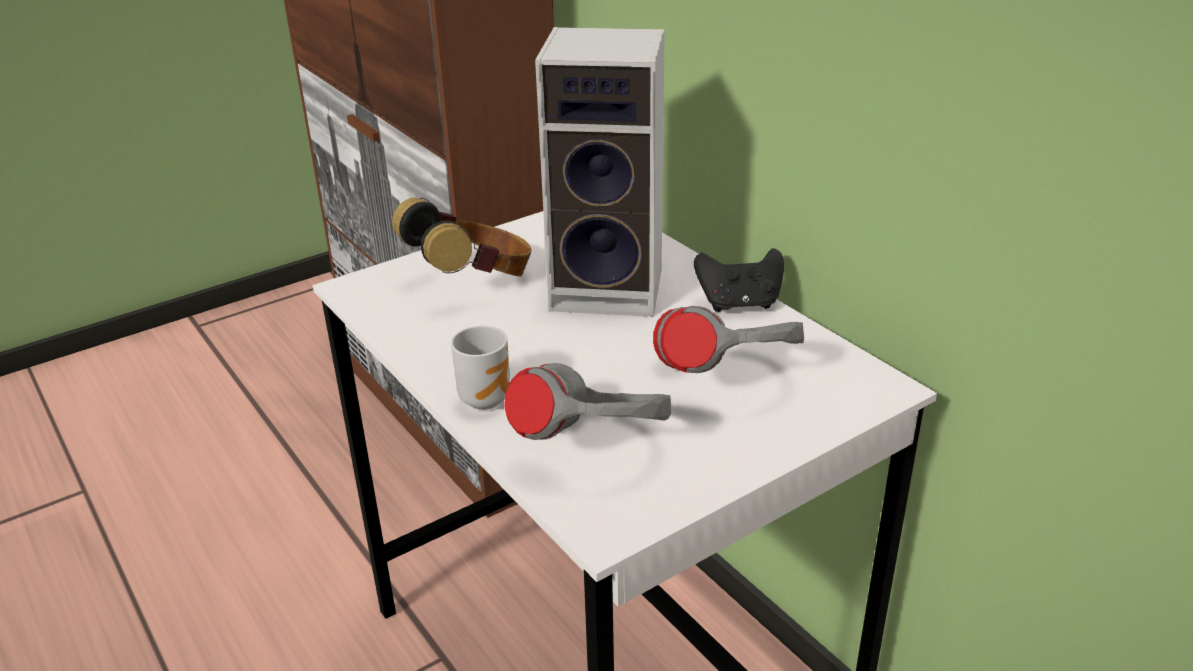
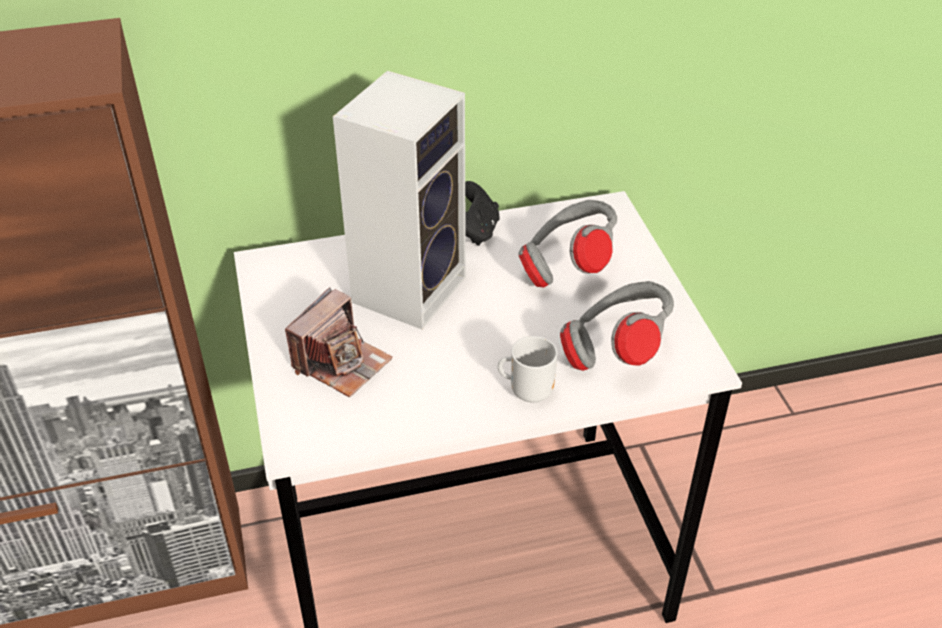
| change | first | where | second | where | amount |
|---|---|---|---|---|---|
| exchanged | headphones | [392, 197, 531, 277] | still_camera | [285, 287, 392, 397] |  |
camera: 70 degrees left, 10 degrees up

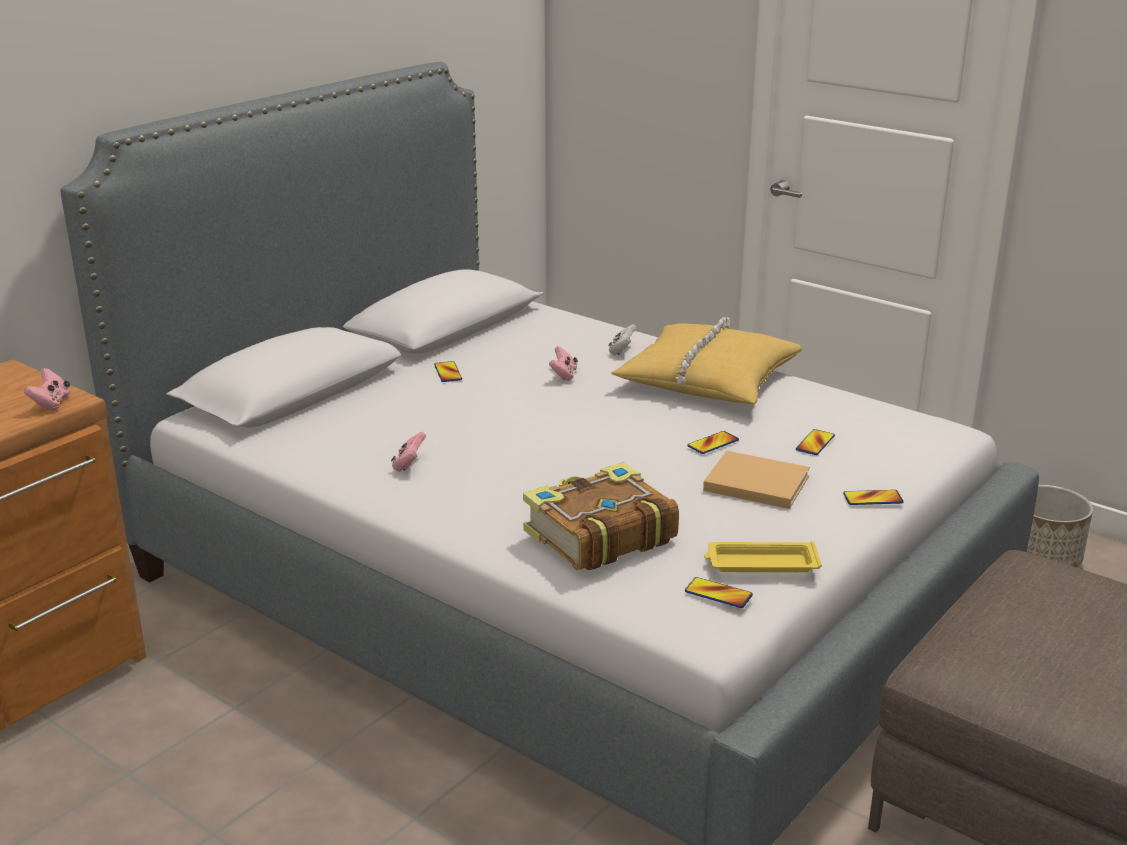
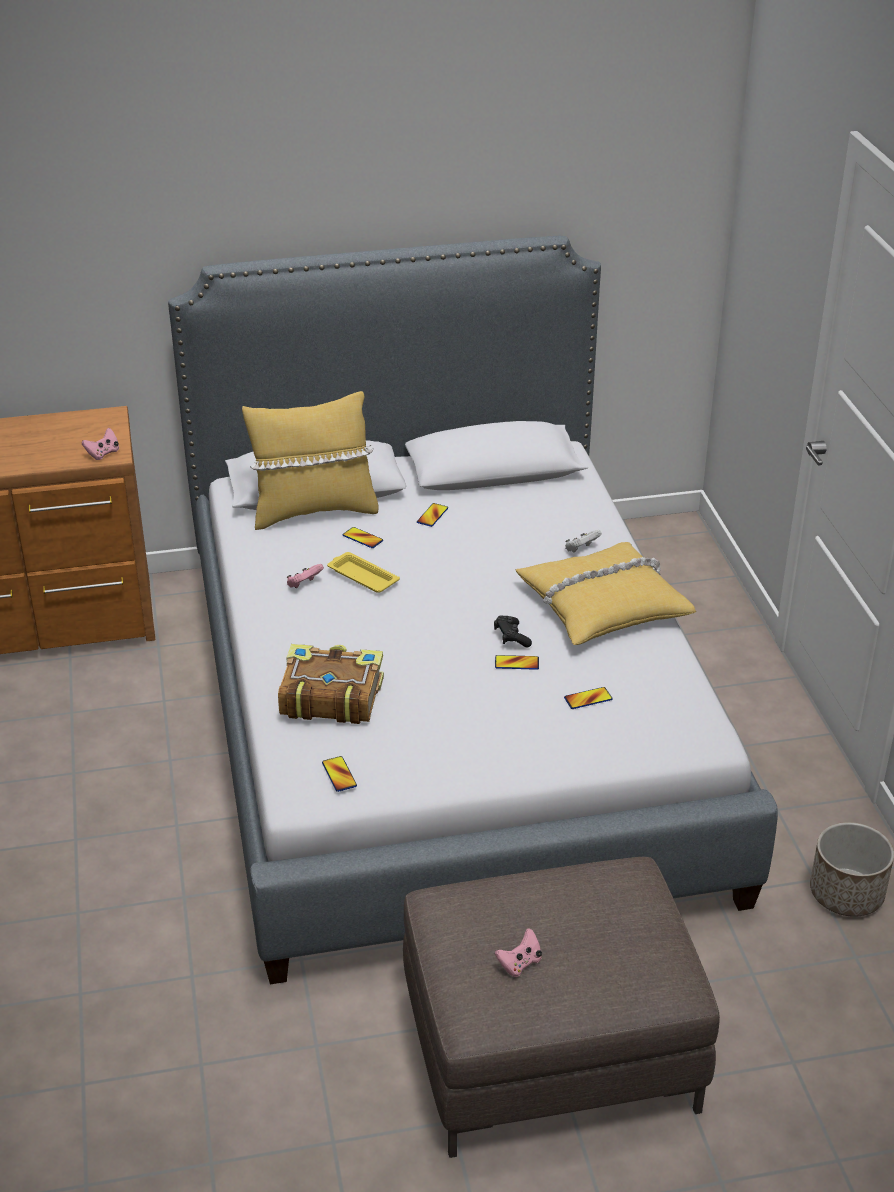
| change | first | where | second | where | amount |
|---|---|---|---|---|---|
| missing | sand-coloured_bound_book | [703, 451, 810, 509] |  |  |  |
| appeared |  |  | yellow-coloured_throw_pillow | [242, 391, 379, 530] |  |
| appeared |  |  | black_joypad | [494, 615, 532, 647] |  |
| relocated | pinkish_joypad | [549, 346, 578, 381] |  | [495, 928, 542, 977] |  |
| relocated | yellow-coloured_carrying_tray | [704, 541, 822, 572] |  | [327, 552, 400, 593] |  |
| relocated | handset | [843, 490, 904, 505] |  | [343, 527, 383, 548] |  |
camera: 40 degrees right, 10 degrees up

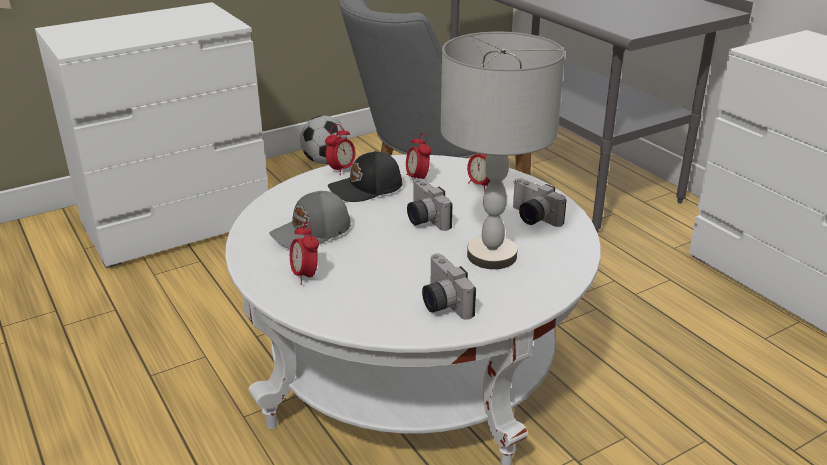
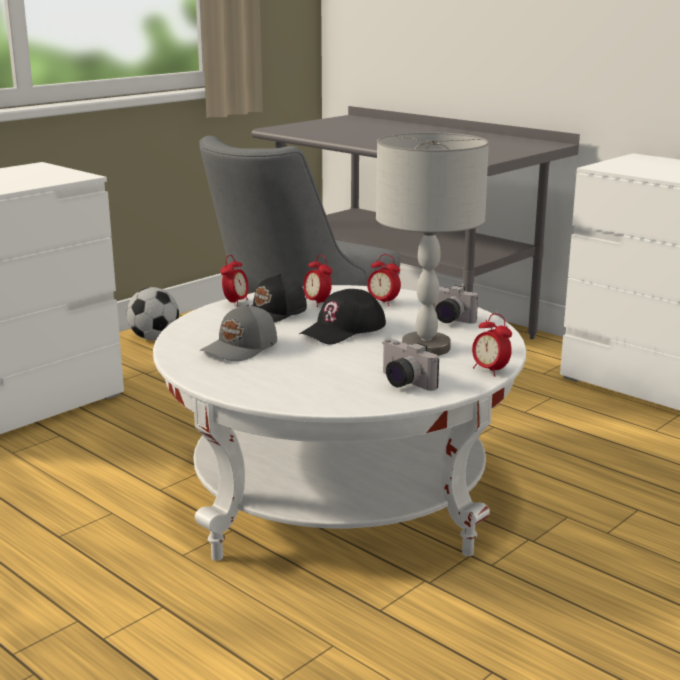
| change | first | where | second | where | amount |
|---|---|---|---|---|---|
| relocated | alarm_clock | [290, 222, 319, 285] |  | [472, 313, 512, 376] |  |
| exchanged | still_camera | [407, 178, 452, 231] | black_cap | [299, 289, 386, 345] |  |
camera: 15 degrees left, 10 degrees down

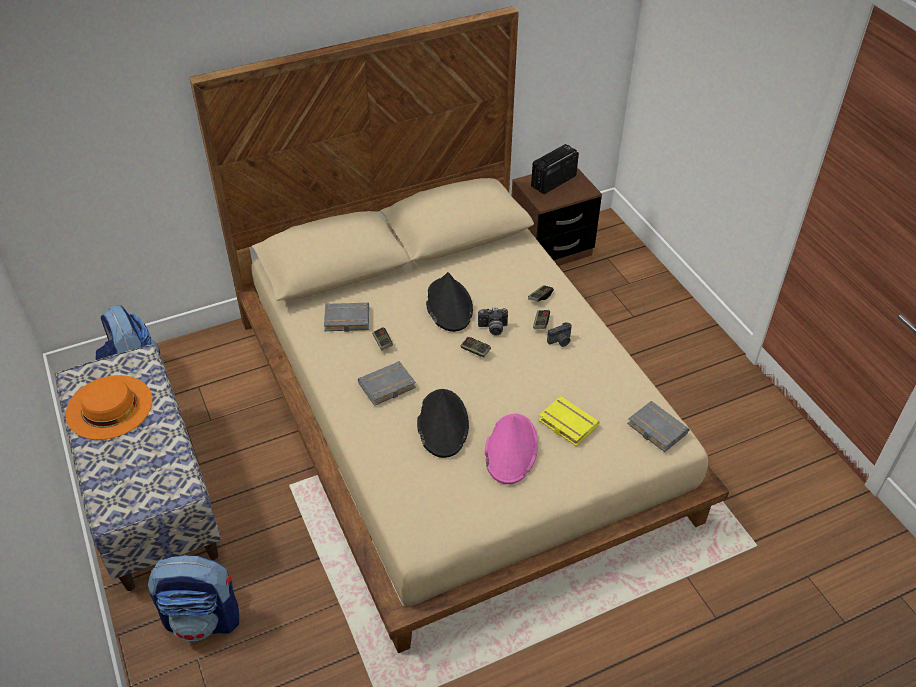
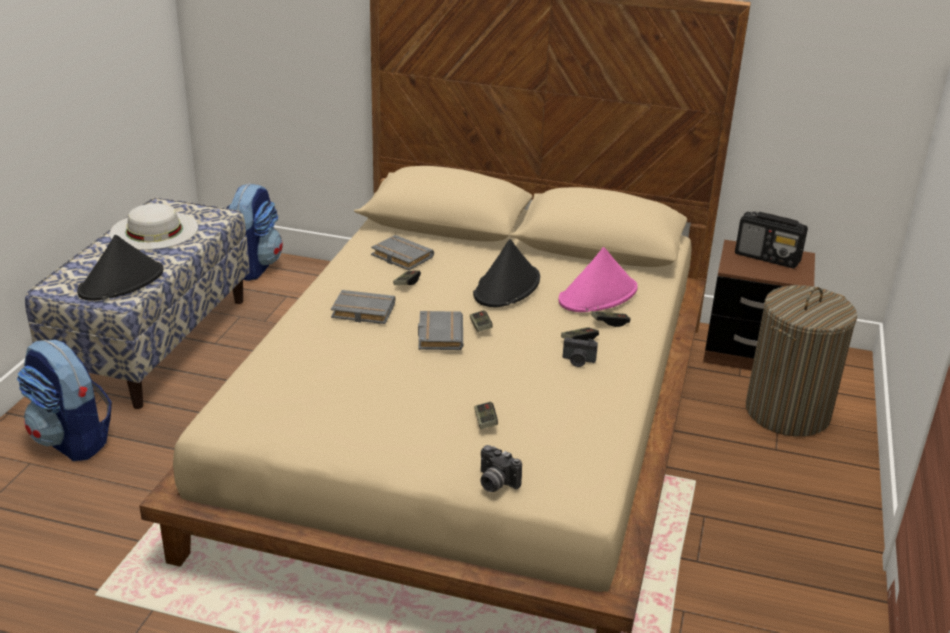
| change | first | where | second | where | amount |
|---|---|---|---|---|---|
| appeared |  |  | hamper | [746, 285, 857, 437] |  |
| relocated | black_wearable_hat | [417, 389, 469, 458] |  | [77, 235, 163, 301] |  |
| relocated | still_camera | [478, 308, 508, 336] |  | [481, 445, 522, 492] |  |
| relocated | pinkish_wearable_hat | [485, 413, 538, 484] |  | [559, 247, 638, 312] |  |
| relocated | greyish_bound_book | [627, 401, 690, 452] |  | [418, 311, 463, 350] |  |
| exchanged | yellow-coloured_bound_book | [538, 396, 600, 446] | joypad | [474, 402, 498, 429] |  |
| colour | orangey_wearable_hat | [65, 375, 152, 440] | white-coloured_wearable_hat | [110, 203, 198, 250] |  |
| spun | radio_receiver | [531, 144, 579, 194] |  | [735, 211, 808, 268] | 150 degrees counterclockwise |
camera: 40 degrees right, 15 degrees down

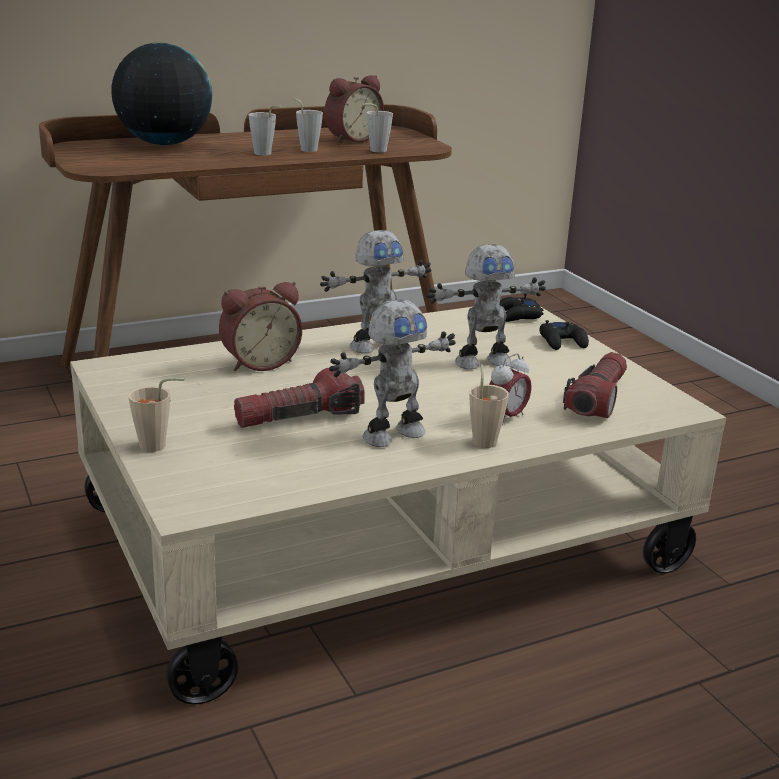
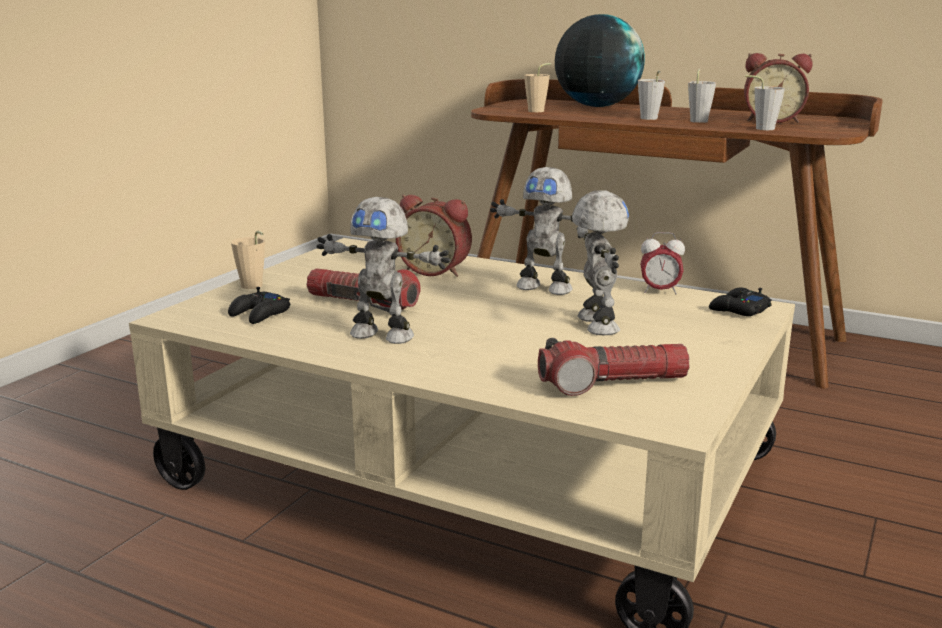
| change | first | where | second | where | amount |
|---|---|---|---|---|---|
| relocated | sand-coloured_cup | [469, 364, 509, 448] |  | [524, 63, 551, 112] |  |
| relocated | alarm_clock | [489, 353, 532, 425] |  | [641, 232, 685, 294] |  |
| relocated | black_joypad | [539, 320, 589, 350] |  | [228, 287, 290, 324] |  |
| spun | model_robot | [426, 244, 546, 370] |  | [572, 191, 629, 335] | 135 degrees counterclockwise |
camera: 55 degrees right, 5 degrees down

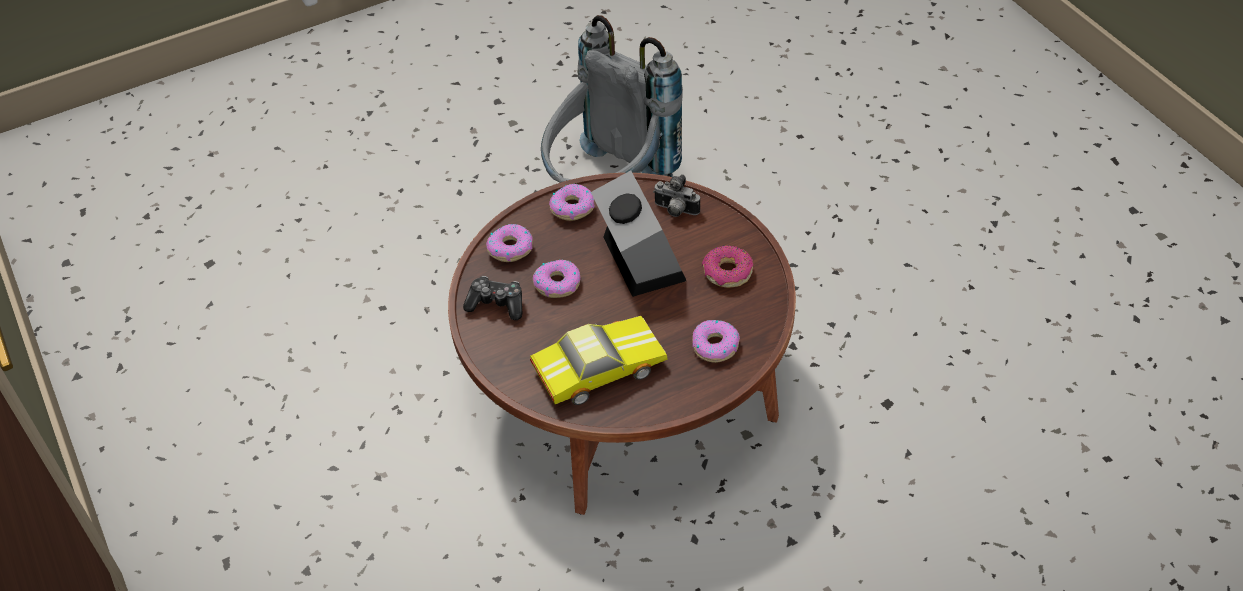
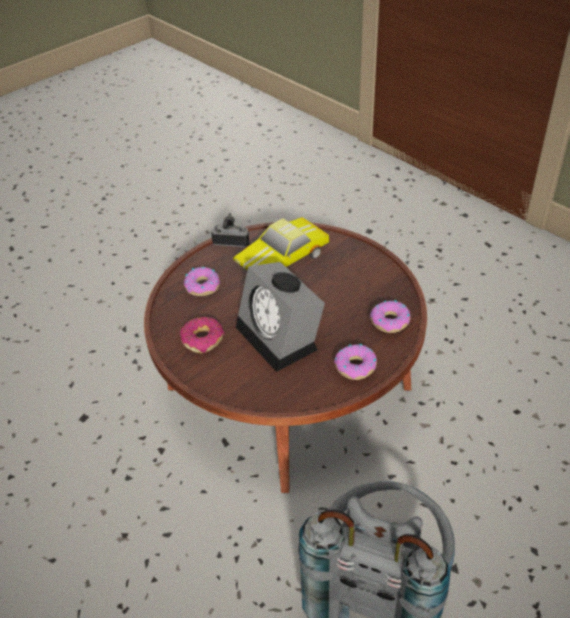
| change | first | where | second | where | amount |
|---|---|---|---|---|---|
| missing | joypad | [463, 276, 522, 320] |  |  |  |
| missing | doughnut | [533, 260, 581, 298] |  |  |  |
| relocated | still_camera | [653, 174, 700, 217] |  | [211, 213, 250, 247] |  |
camera: 165 degrees right, 5 degrees down

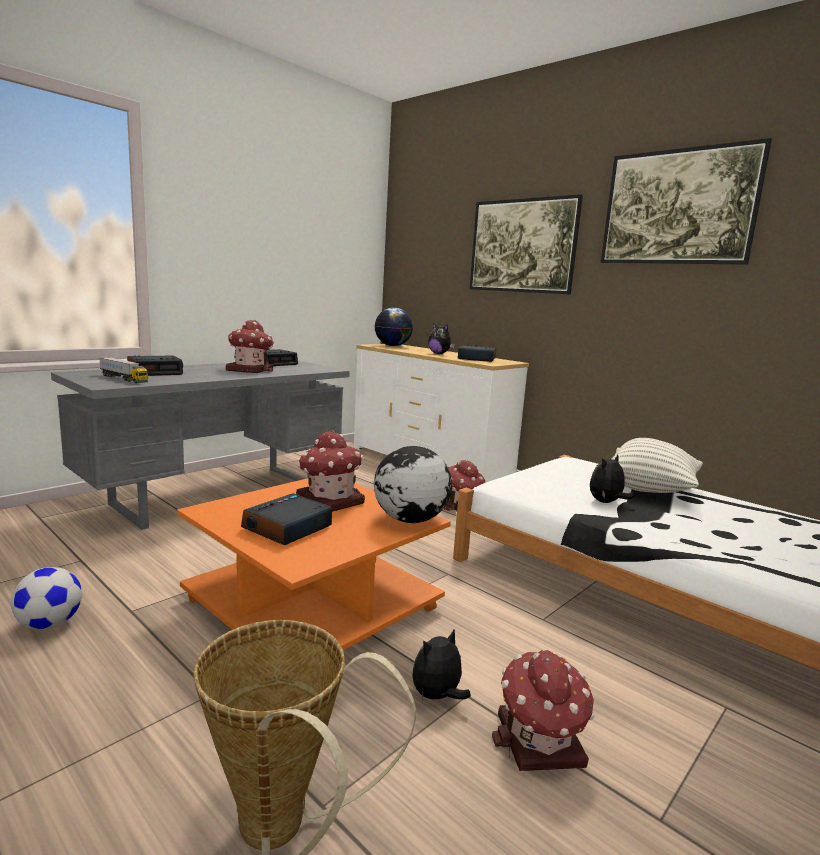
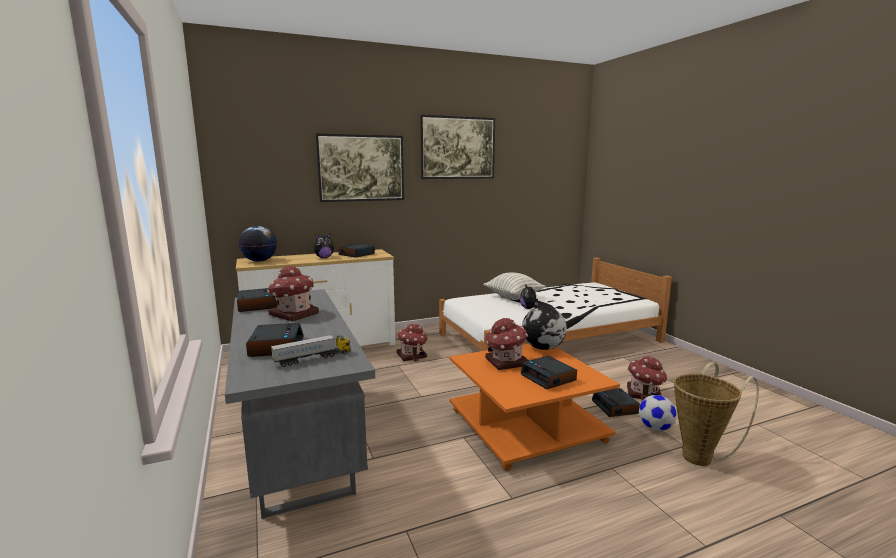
| change | first | where | second | where | amount |
|---|---|---|---|---|---|
| relocated | football_ball | [11, 567, 82, 630] |  | [639, 395, 677, 431] |  |
| exchanged | soft_toy | [412, 629, 471, 699] | alarm_clock | [592, 388, 640, 417] |  |
camera: 65 degrees left, 0 degrees up

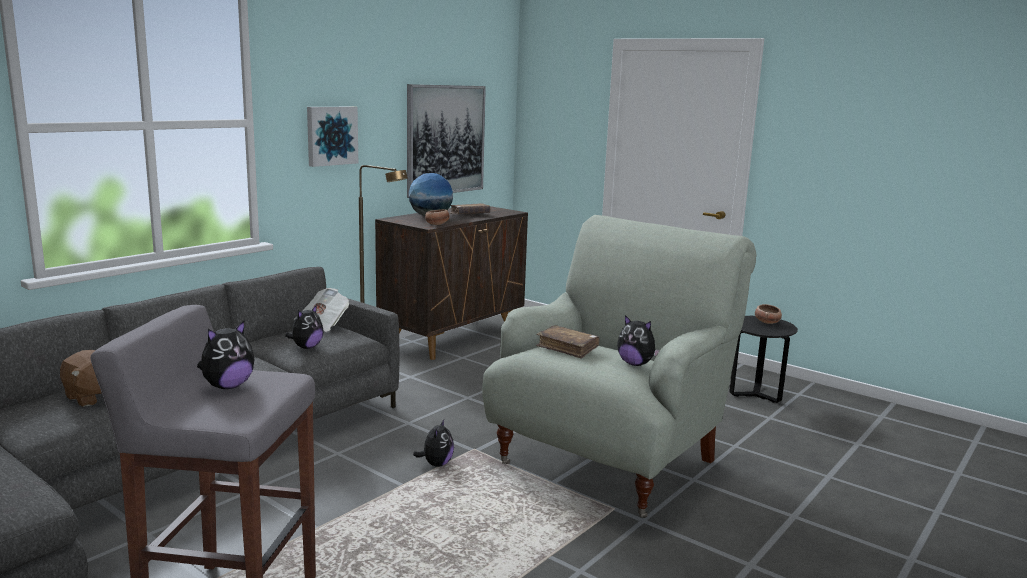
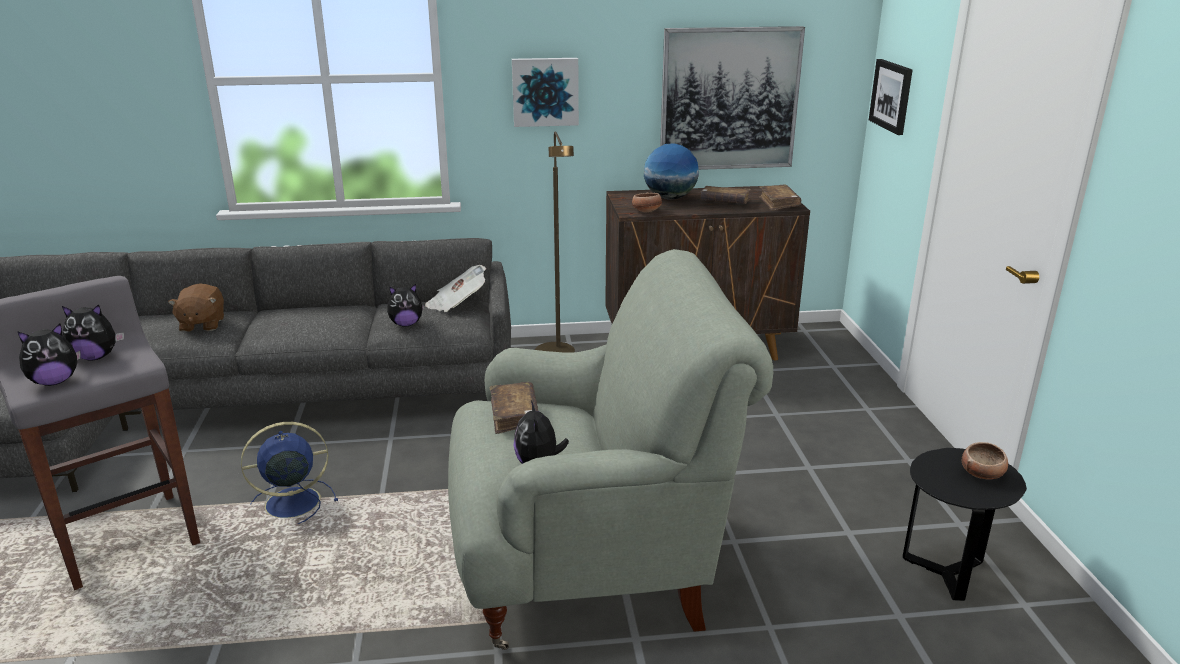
| change | first | where | second | where | amount |
|---|---|---|---|---|---|
| appeared |  |  | blue-coloured_fan | [241, 422, 338, 524] |  |
| appeared |  |  | brownish_bound_book | [759, 185, 801, 211] |  |
| appeared |  |  | picture | [869, 59, 912, 135] |  |
| relocated | soft_toy | [413, 419, 454, 467] |  | [17, 324, 81, 386] |  |
camera: 45 degrees right, 10 degrees up

